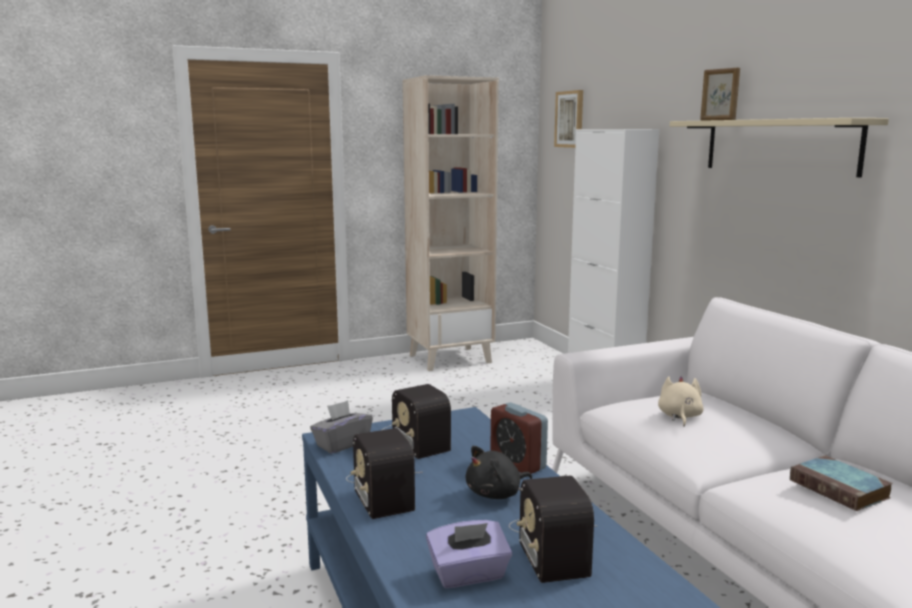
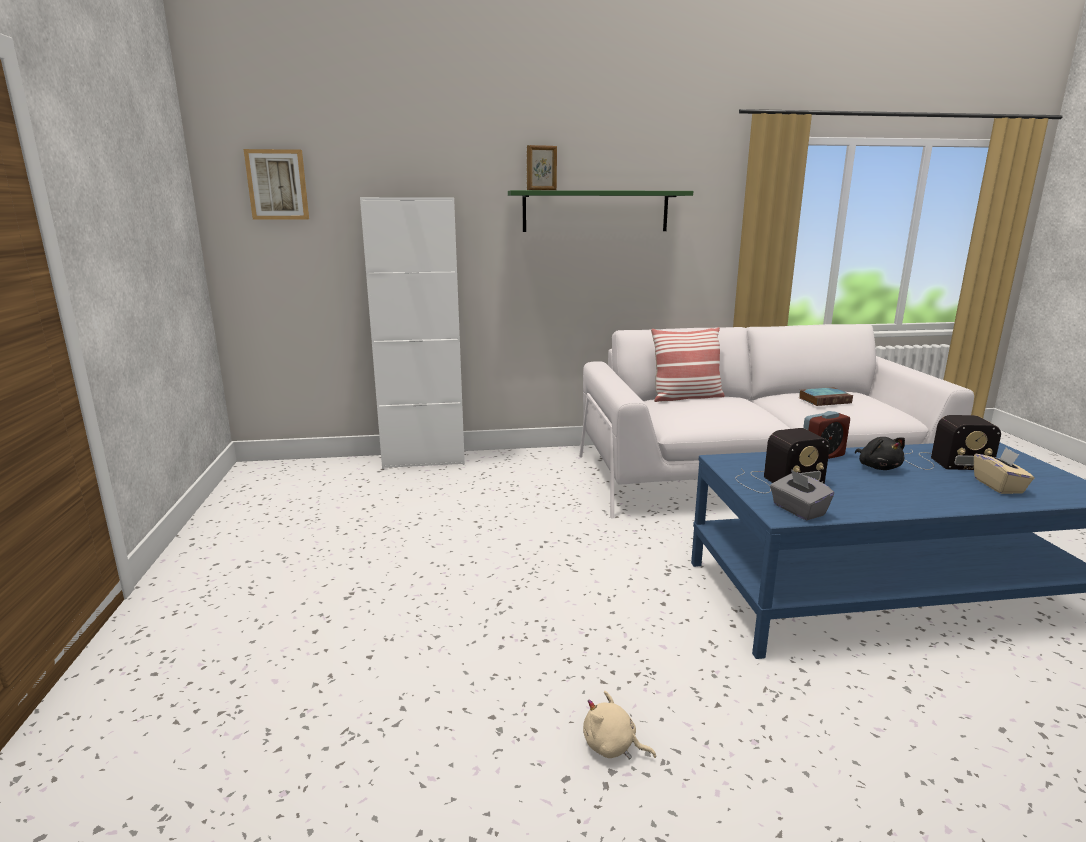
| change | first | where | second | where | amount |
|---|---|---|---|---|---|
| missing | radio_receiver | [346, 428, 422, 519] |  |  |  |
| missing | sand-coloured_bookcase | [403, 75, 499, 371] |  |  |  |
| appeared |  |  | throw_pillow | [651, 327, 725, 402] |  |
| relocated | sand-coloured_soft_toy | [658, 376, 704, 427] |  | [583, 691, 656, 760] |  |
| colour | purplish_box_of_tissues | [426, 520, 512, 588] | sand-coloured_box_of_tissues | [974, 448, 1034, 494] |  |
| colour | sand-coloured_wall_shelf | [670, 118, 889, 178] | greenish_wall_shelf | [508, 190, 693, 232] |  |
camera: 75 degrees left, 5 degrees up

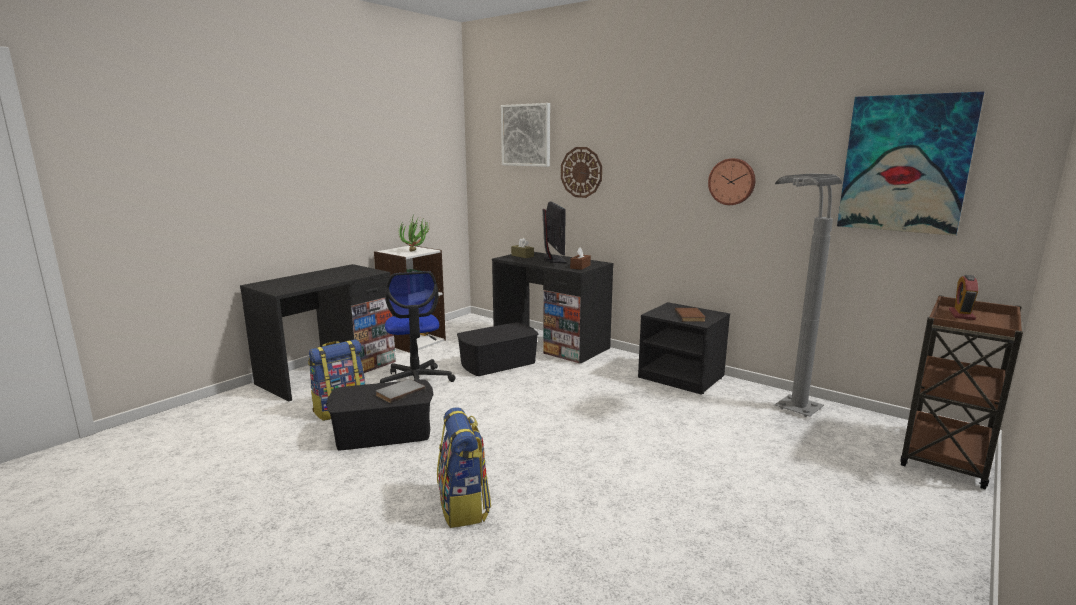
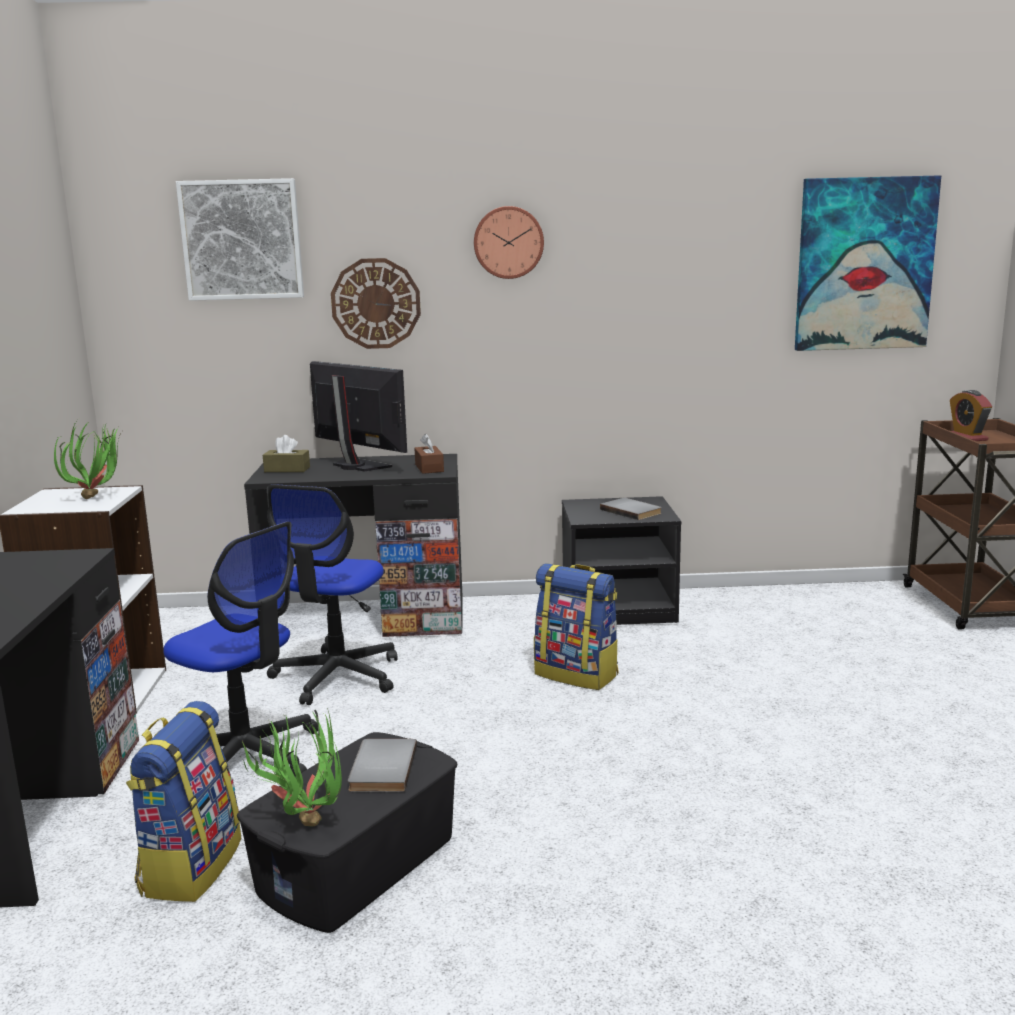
| change | first | where | second | where | amount |
|---|---|---|---|---|---|
| missing | greyish_standard_lamp | [774, 173, 843, 417] |  |  |  |
| appeared |  |  | houseplant | [239, 708, 342, 826] |  |
| relocated | backpack | [437, 407, 491, 528] |  | [534, 564, 619, 690] |  |
| relocated | wall_clock | [708, 158, 755, 205] |  | [474, 206, 544, 279] |  |
| exchanged | black_storage_bin | [457, 322, 538, 376] | desk_chair | [267, 484, 398, 705] |  |
| colour | brownish_bound_book | [675, 308, 705, 322] | greyish_bound_book | [600, 498, 662, 520] |  |
camera: 40 degrees left, 0 degrees up

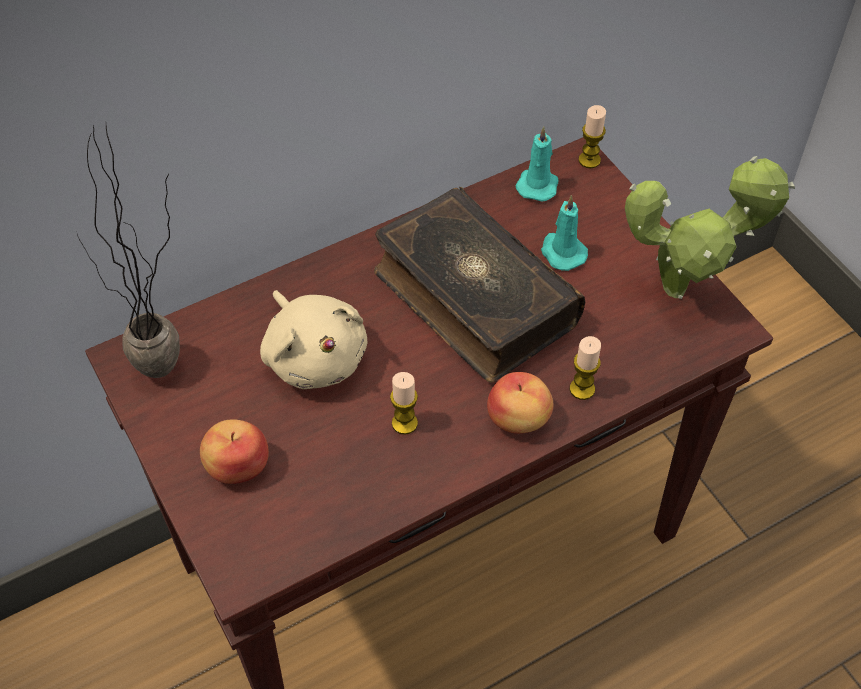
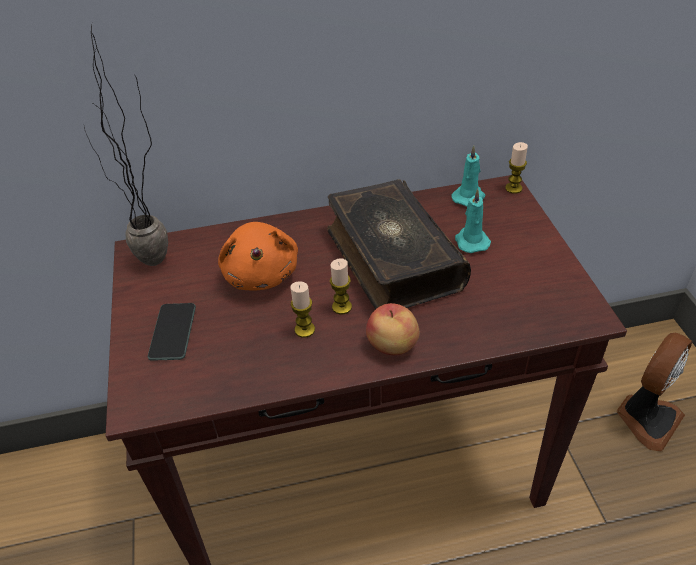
| change | first | where | second | where | amount |
|---|---|---|---|---|---|
| missing | houseplant | [625, 156, 795, 299] |  |  |  |
| appeared |  |  | fan | [617, 333, 692, 451] |  |
| relocated | candle | [570, 336, 601, 400] |  | [330, 258, 352, 314] |  |
| exchanged | apple_fruit | [200, 419, 269, 484] | handset | [148, 303, 196, 361] |  |
| colour | sand-coloured_soft_toy | [260, 290, 367, 389] | orangey_soft_toy | [218, 222, 298, 291] |  |
camera: 20 degrees right, 10 degrees down

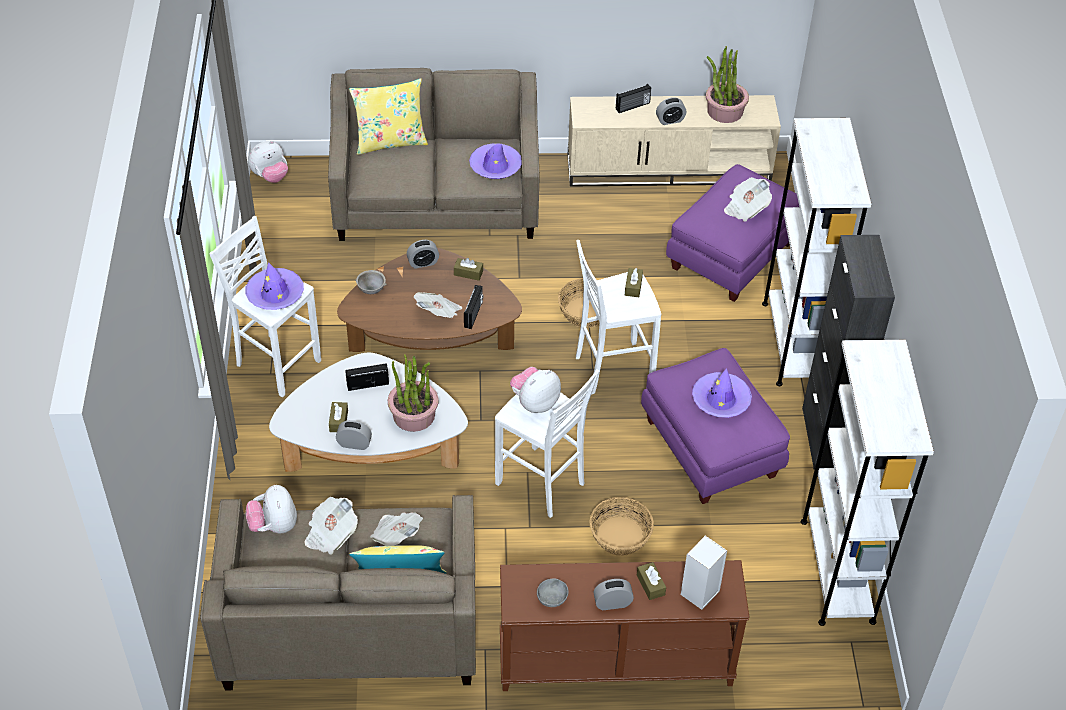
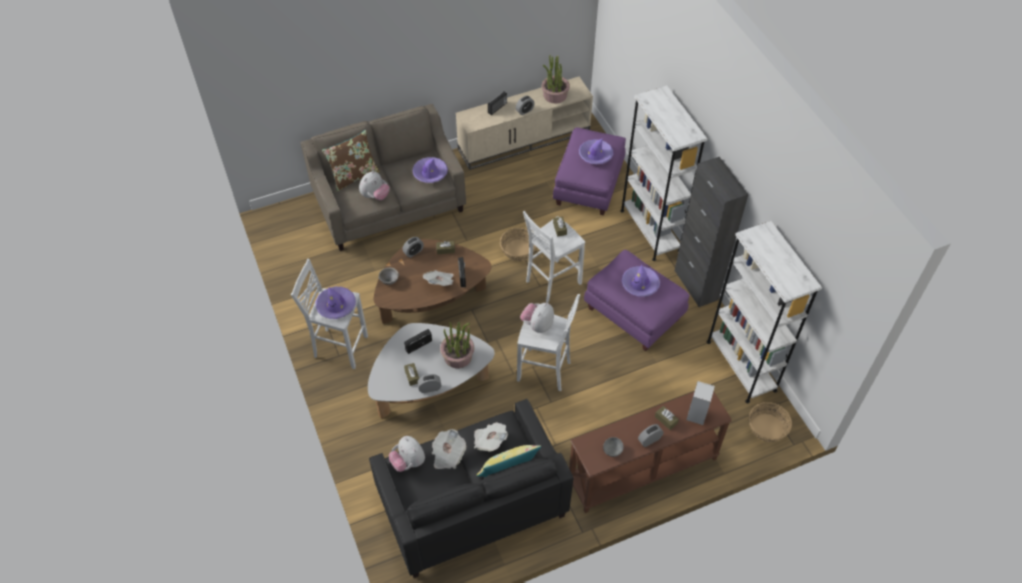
| change | first | where | second | where | amount |
|---|---|---|---|---|---|
| relocated | soft_toy | [248, 140, 288, 183] |  | [359, 171, 390, 200] |  |
| relocated | household_basket | [590, 497, 654, 556] |  | [749, 402, 792, 442] |  |
| exchanged | daily_paper | [724, 177, 772, 222] | purplish_wearable_hat | [579, 138, 614, 164] |  |
| colour | sand-coloured_sofa | [200, 495, 476, 690] | black_sofa | [369, 399, 573, 578] |  |
| colour | yellow-coloured_throw_pillow | [349, 78, 428, 155] | brownish_throw_pillow | [322, 130, 379, 192] |  |
camera: 20 degrees left, 5 degrees up

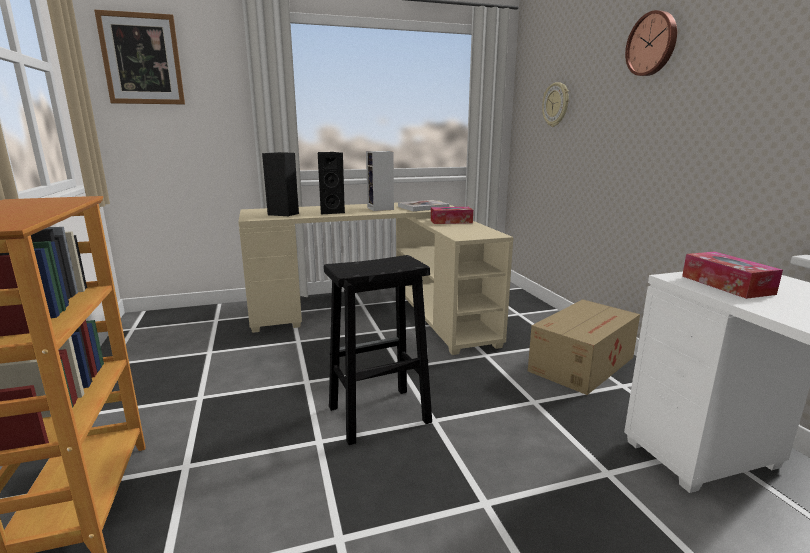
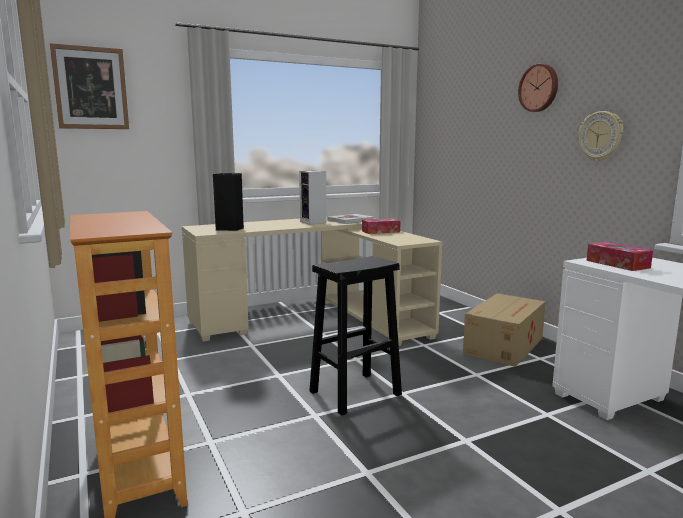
| change | first | where | second | where | amount |
|---|---|---|---|---|---|
| missing | black_speaker | [318, 152, 345, 214] |  |  |  |
| relocated | wall_clock | [542, 82, 569, 127] |  | [579, 111, 623, 161] |  |
camera: 10 degrees left, 5 degrees down

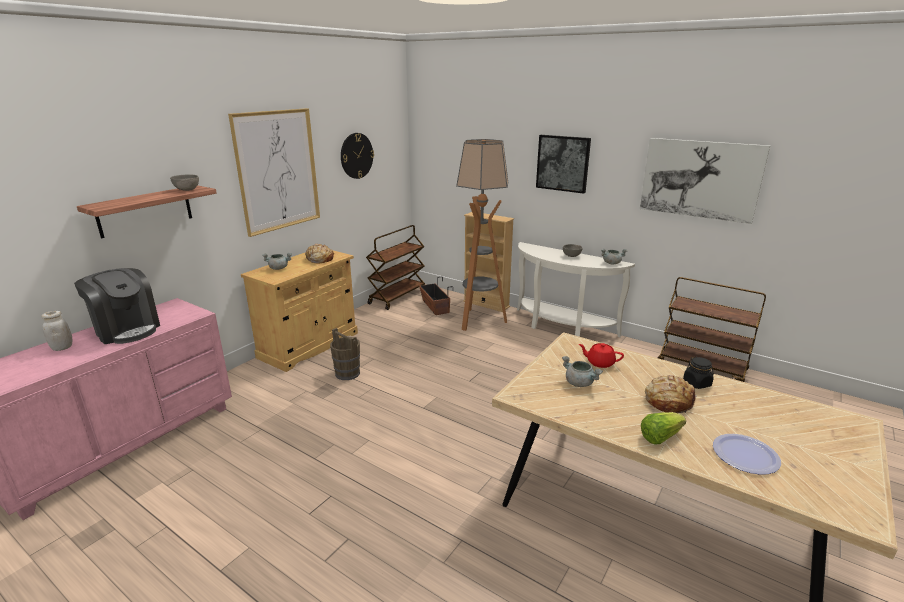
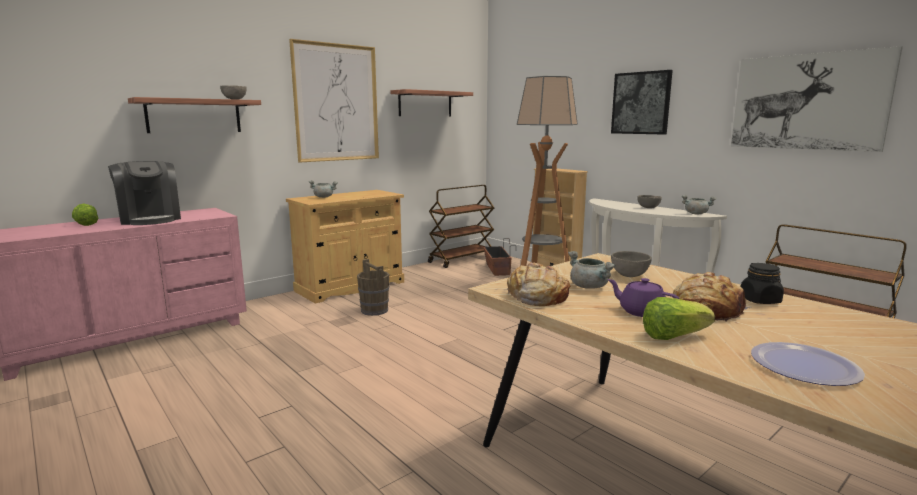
| change | first | where | second | where | amount |
|---|---|---|---|---|---|
| appeared |  |  | purplish_tea_pot | [608, 278, 679, 317] |  |
| relocated | bread | [305, 244, 334, 263] |  | [506, 262, 570, 306] |  |
| exchanged | white-coloured_jar | [41, 311, 72, 351] | lettuce | [72, 204, 99, 226] |  |
| exchanged | wall_clock | [341, 133, 374, 179] | wall_shelf | [390, 89, 473, 117] |  |
| exchanged | red-coloured_tea_pot | [579, 343, 624, 368] | greyish_deep_dish | [611, 251, 652, 277] |  |
camera: 15 degrees right, 10 degrees down

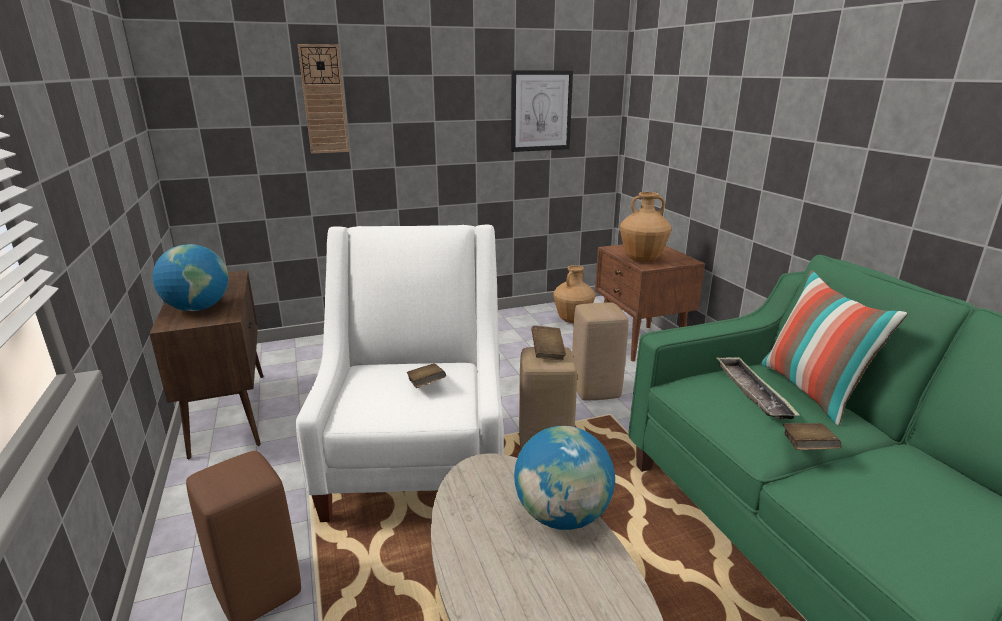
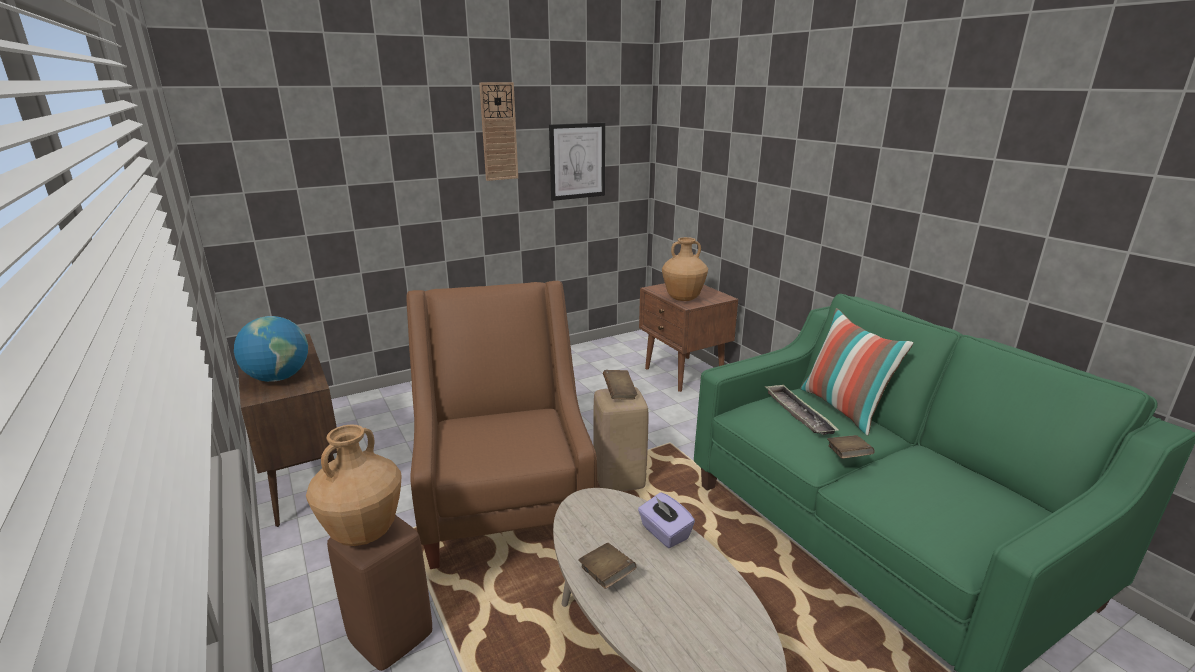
| change | first | where | second | where | amount |
|---|---|---|---|---|---|
| missing | sand-coloured_stool_seat | [572, 303, 628, 401] |  |  |  |
| relocated | wall_clock | [298, 44, 349, 154] |  | [479, 82, 518, 181] |  |
| relocated | brownish_bound_book | [407, 363, 446, 388] |  | [578, 543, 637, 589] |  |
| relocated | brownish_vase | [553, 265, 595, 323] |  | [306, 424, 402, 546] |  |
| exchanged | desk_globe | [514, 426, 615, 530] | purplish_box_of_tissues | [638, 492, 695, 548] |  |
| colour | white-coloured_lounge_chair | [296, 225, 504, 522] | brownish_lounge_chair | [407, 281, 597, 569] |  |
camera: 10 degrees left, 0 degrees up

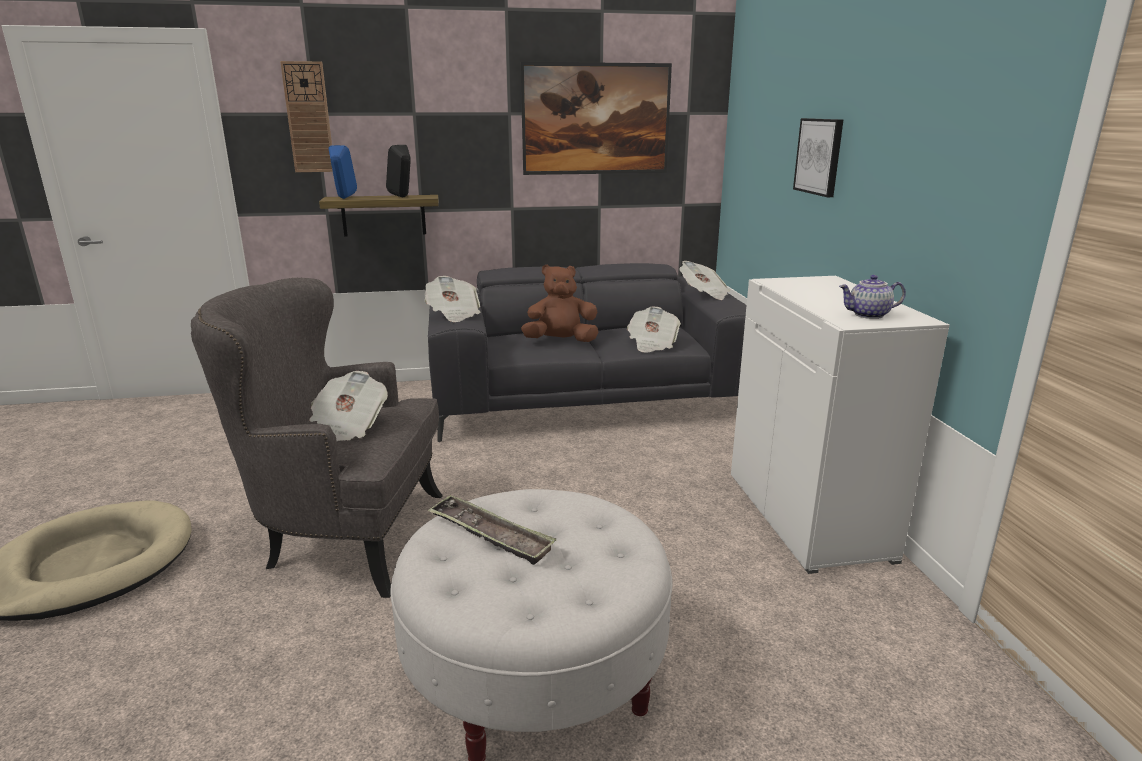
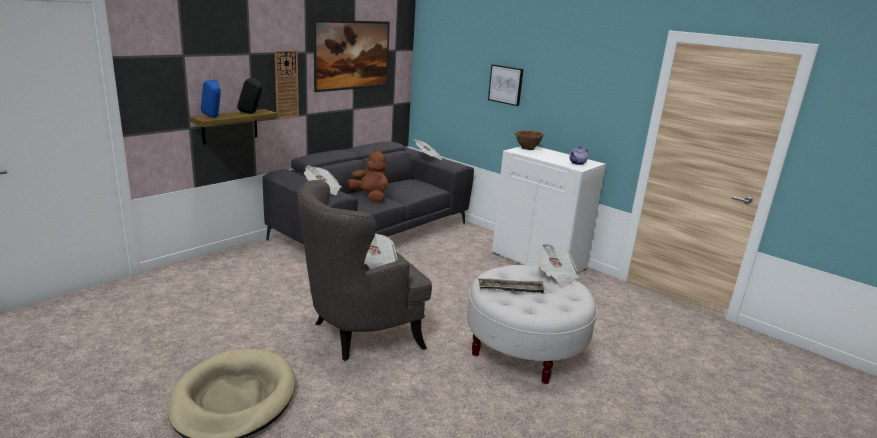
| change | first | where | second | where | amount |
|---|---|---|---|---|---|
| appeared |  |  | brownish_deep_dish | [515, 130, 544, 150] |  |
| relocated | wall_clock | [280, 61, 333, 172] |  | [274, 50, 299, 120] |  |
| relocated | daily_paper | [627, 306, 681, 352] |  | [536, 243, 579, 287] |  |
| spun | brownish_soft_toy | [521, 264, 598, 342] |  | [347, 149, 388, 202] | 90 degrees clockwise |
camera: 40 degrees left, 0 degrees up

